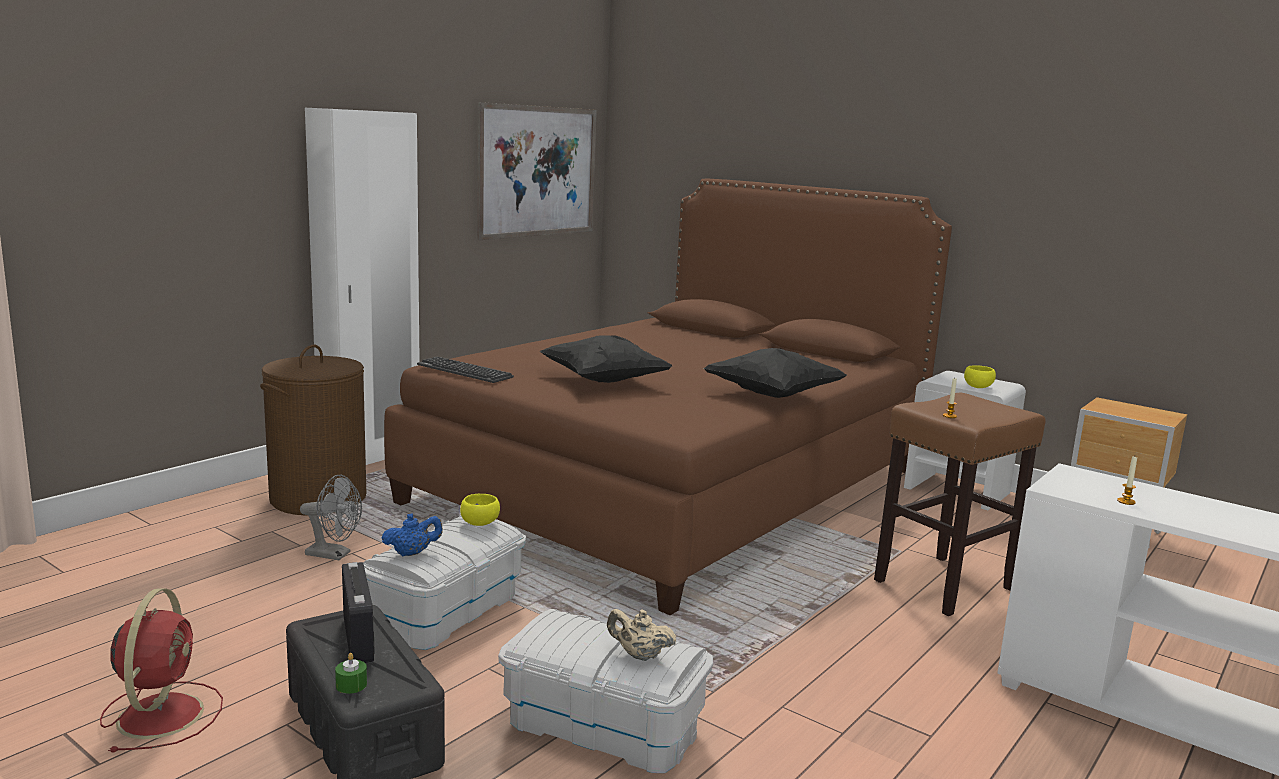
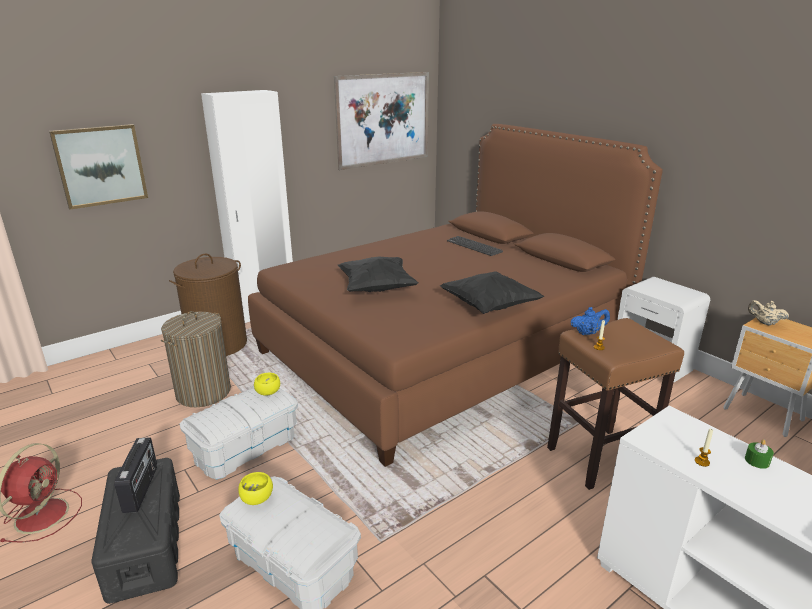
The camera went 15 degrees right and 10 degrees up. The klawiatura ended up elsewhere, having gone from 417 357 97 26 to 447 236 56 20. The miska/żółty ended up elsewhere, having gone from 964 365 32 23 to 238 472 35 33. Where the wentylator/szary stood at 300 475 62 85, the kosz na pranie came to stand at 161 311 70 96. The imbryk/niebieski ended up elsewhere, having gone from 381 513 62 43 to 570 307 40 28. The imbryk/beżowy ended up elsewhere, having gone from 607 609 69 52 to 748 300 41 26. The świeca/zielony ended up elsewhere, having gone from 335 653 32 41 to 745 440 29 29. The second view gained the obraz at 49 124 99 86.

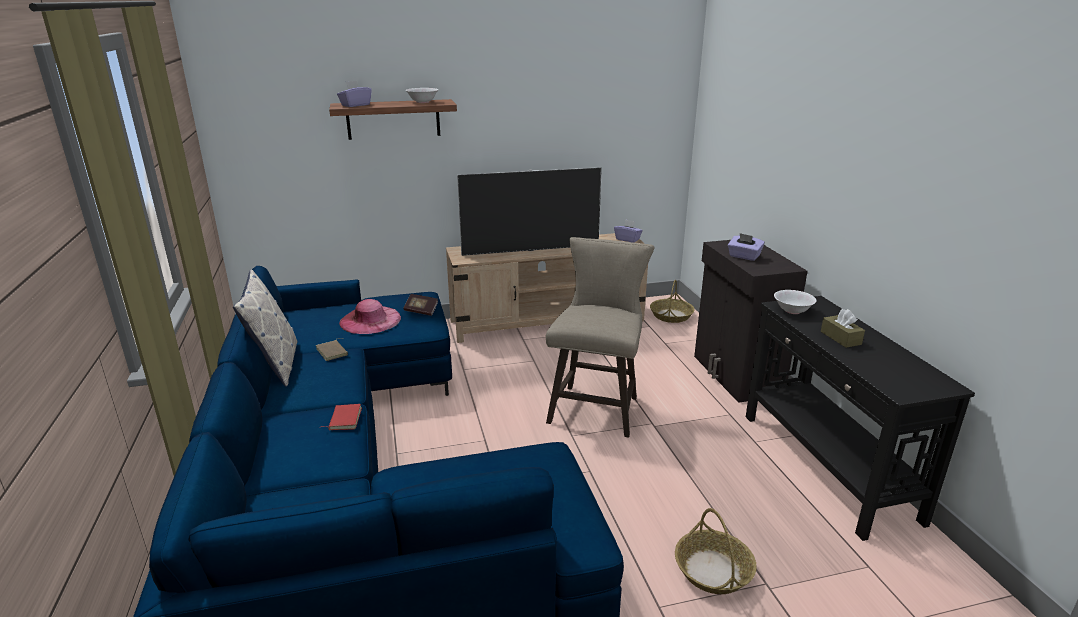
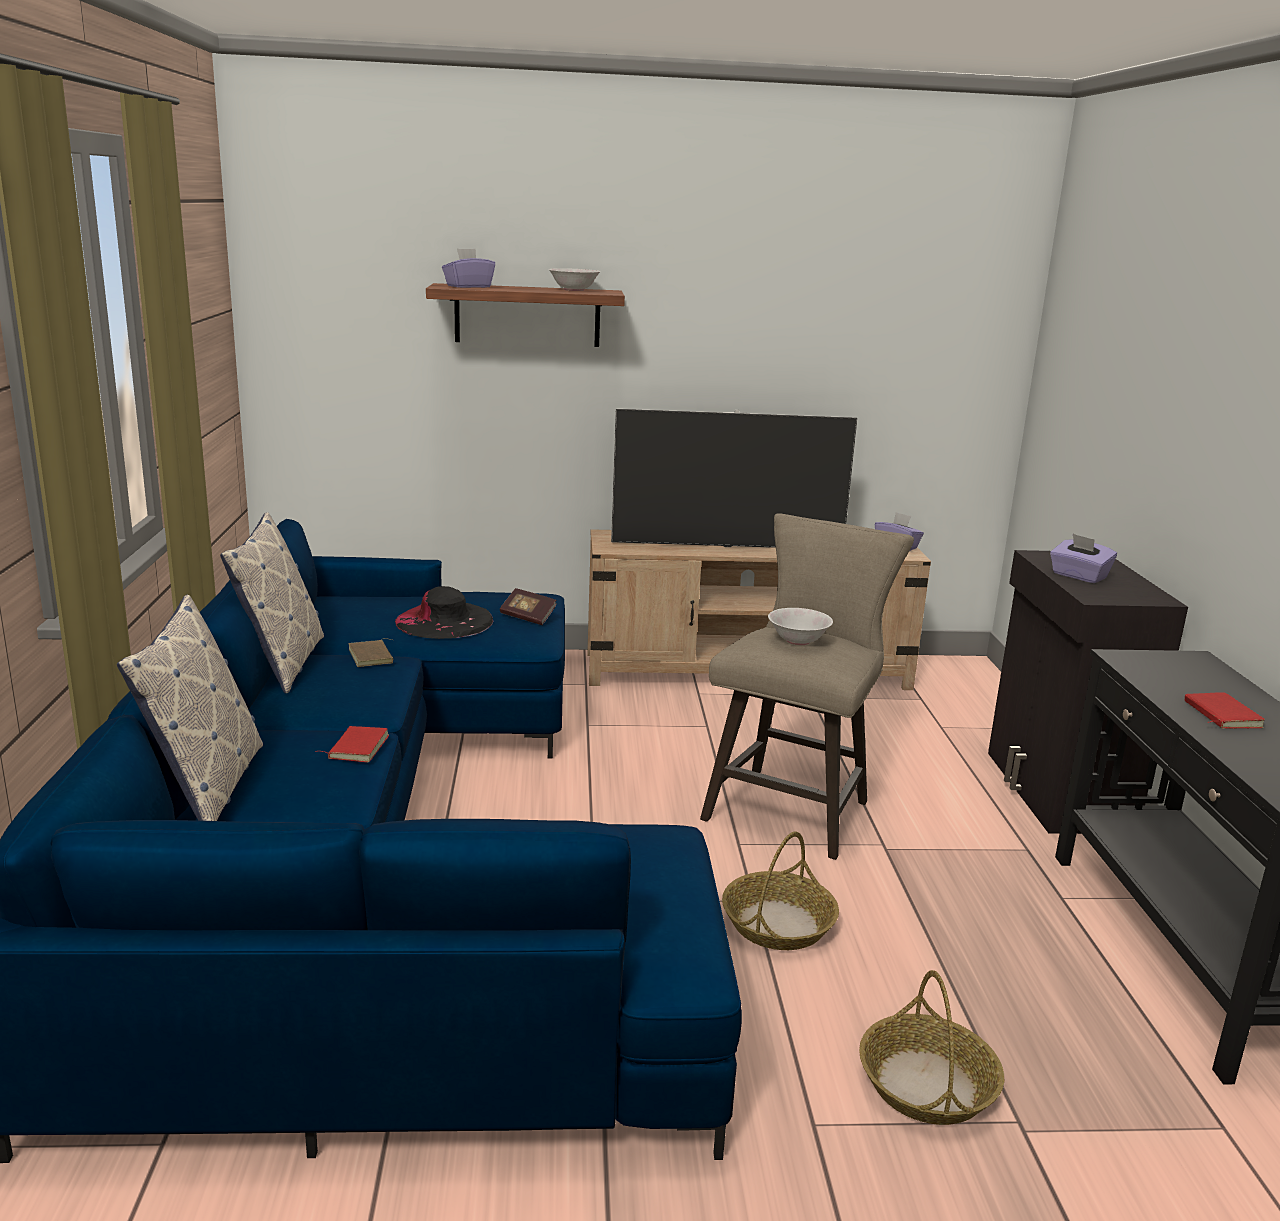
The camera went 10 degrees right and 5 degrees down. The koszyk ended up elsewhere, having gone from 650 280 45 43 to 722 832 117 118. The miska/biały ended up elsewhere, having gone from 774 290 42 24 to 768 608 65 37. What was the kapelusz/różowy at 339 299 62 35 turned into the kapelusz/czarny at 395 586 98 53. Where the pudełko chusteczek/brązowy stood at 821 309 44 39, the książka/czerwony came to stand at 1185 692 80 37. The second view gained the poduszka at 117 595 146 226.

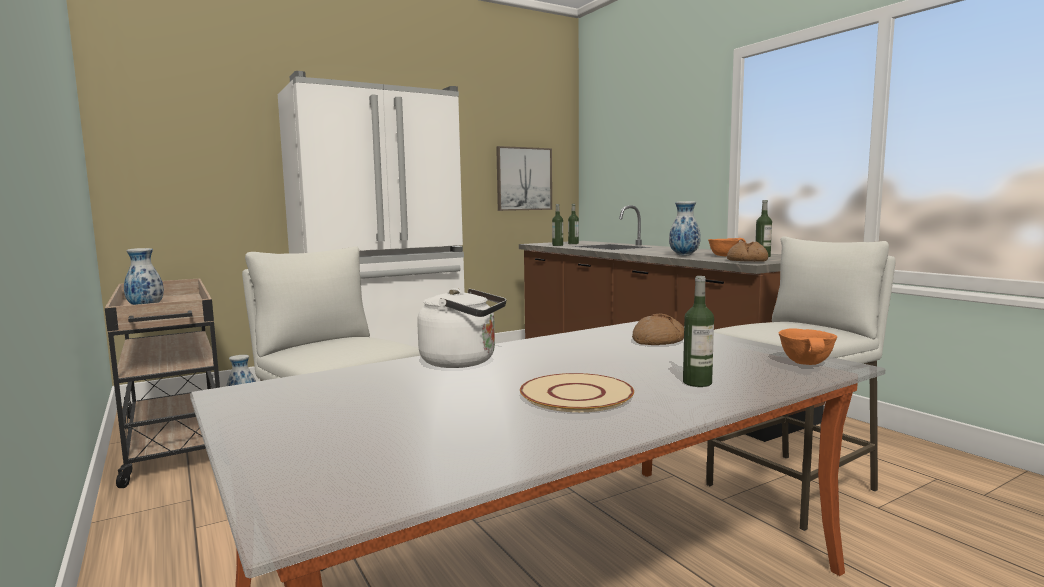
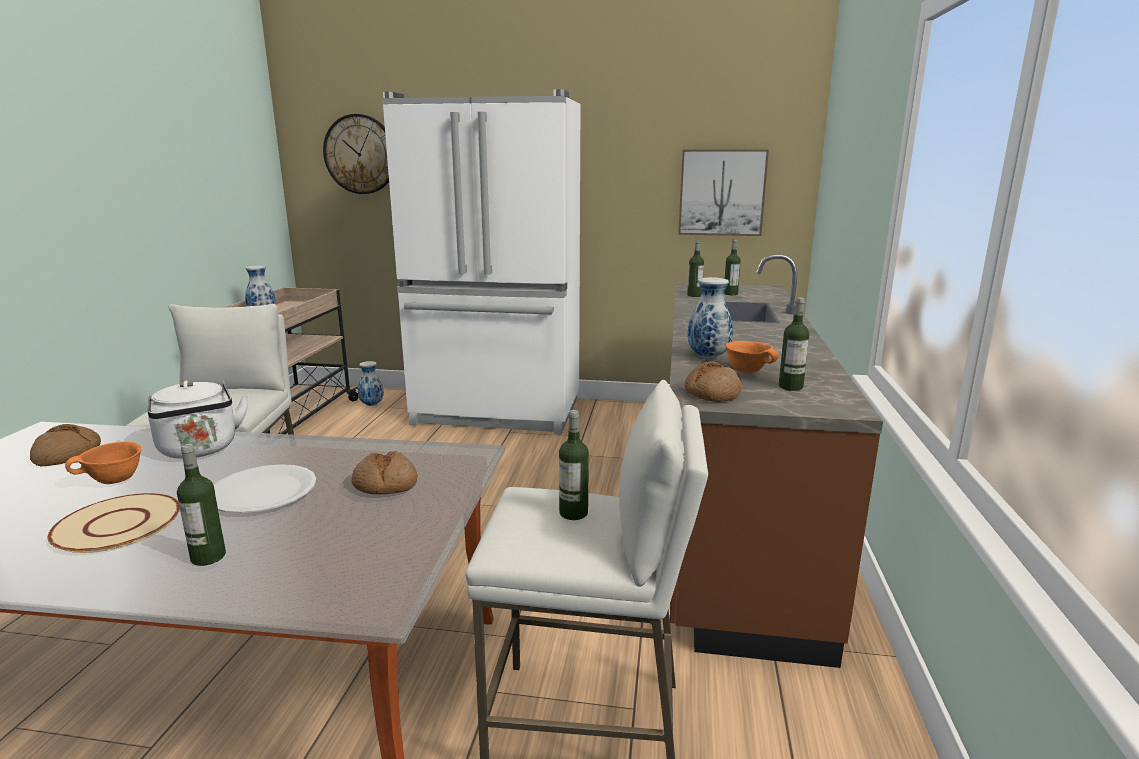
The camera went 40 degrees right and 10 degrees up. The miska/pomarańczowy ended up elsewhere, having gone from 779 329 58 36 to 65 442 76 42. The second view gained the zegar ścienny at 323 114 66 80. The second view gained the butelka at 559 410 30 110. The second view gained the chleb at 30 424 71 42. The second view gained the talerz/biały at 214 464 103 49.

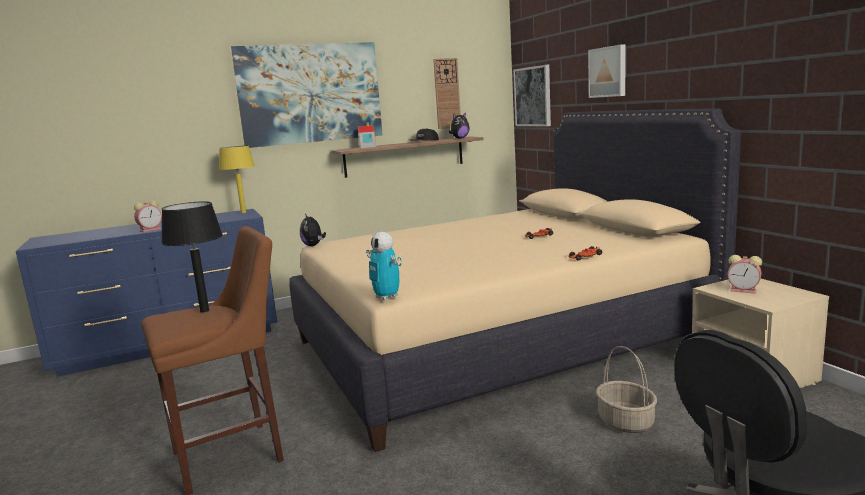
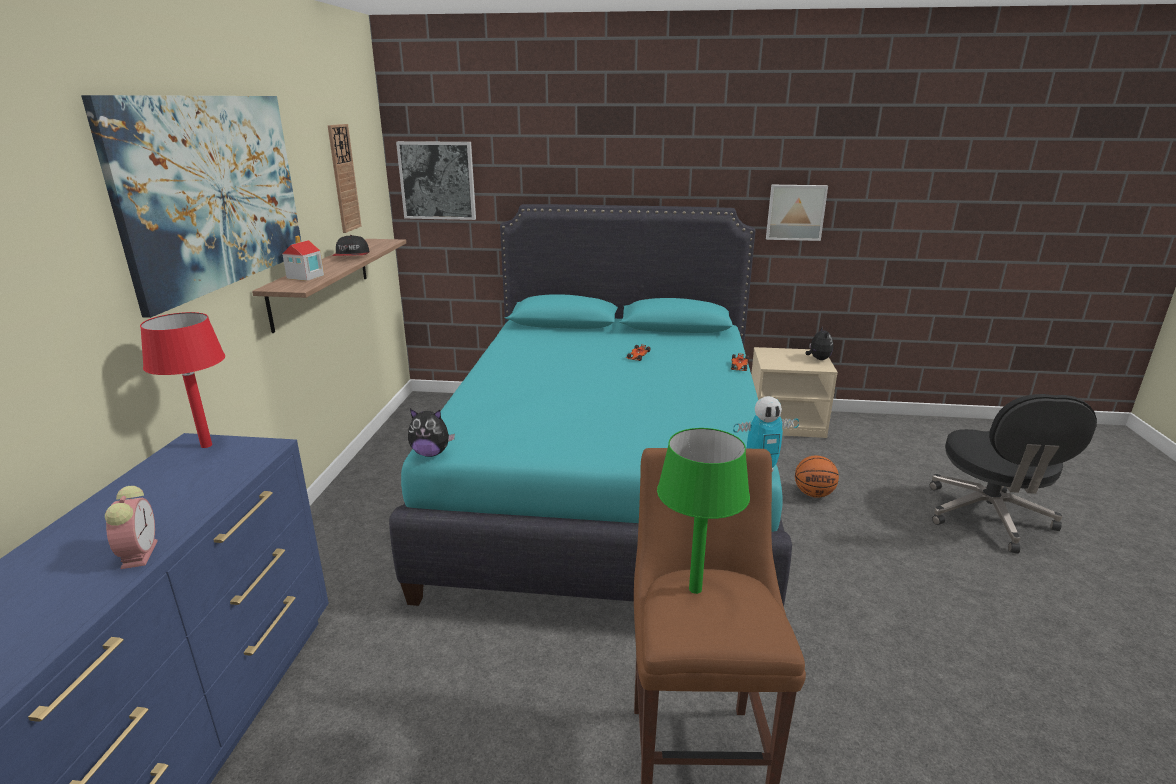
The camera went 60 degrees left and 10 degrees up. The obraz ended up elsewhere, having gone from 588 44 38 54 to 766 185 62 56. What was the łóżko/beżowy at 289 109 452 343 turned into the łóżko/turkusowy at 389 204 403 402. The pluszak ended up elsewhere, having gone from 449 113 20 26 to 806 326 27 34. What was the lampa stołowa/żółty at 219 145 36 68 turned into the lampa stołowa/czerwony at 140 312 85 136. What was the lampa stołowa/czarny at 161 201 62 111 turned into the lampa stołowa/zielony at 657 428 93 166. The second view lost the budzik at 728 255 34 39. Where the koszyk stood at 596 346 61 87, the piłka do koszykówki came to stand at 795 455 44 43.

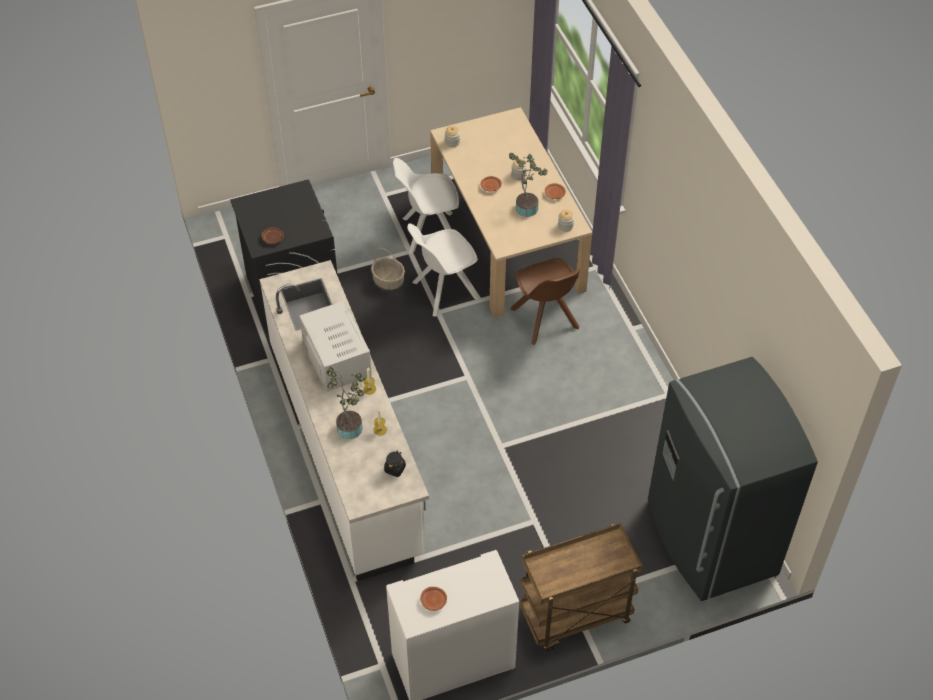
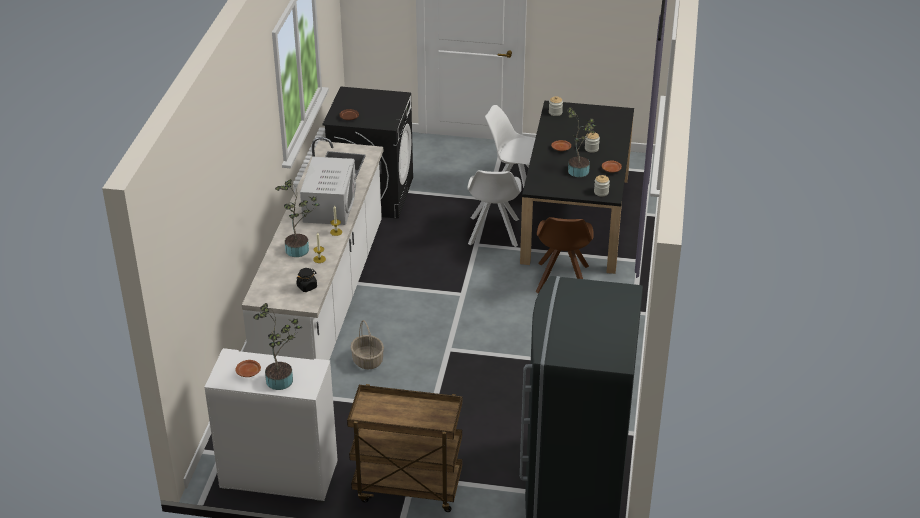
The camera went 30 degrees right and 15 degrees down. What was the stół jadalny/beżowy at 430 107 162 211 turned into the stół jadalny/czarny at 520 101 114 173. The krzesło/biały at 407 224 74 93 ended up facing another way, 90 degrees counterclockwise from before. The koszyk ended up elsewhere, having gone from 371 248 34 42 to 350 320 34 49. The second view gained the roślina doniczkowa at 253 303 49 87.

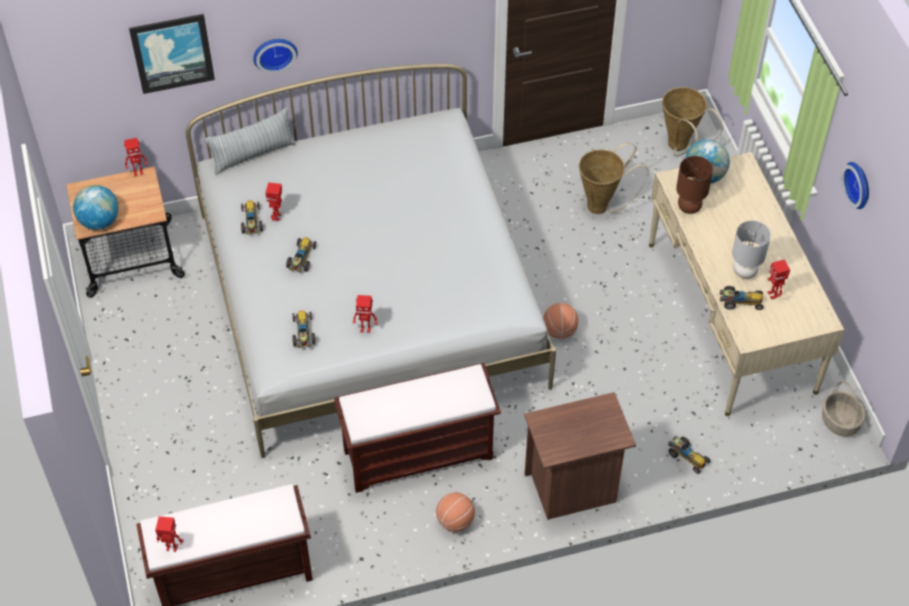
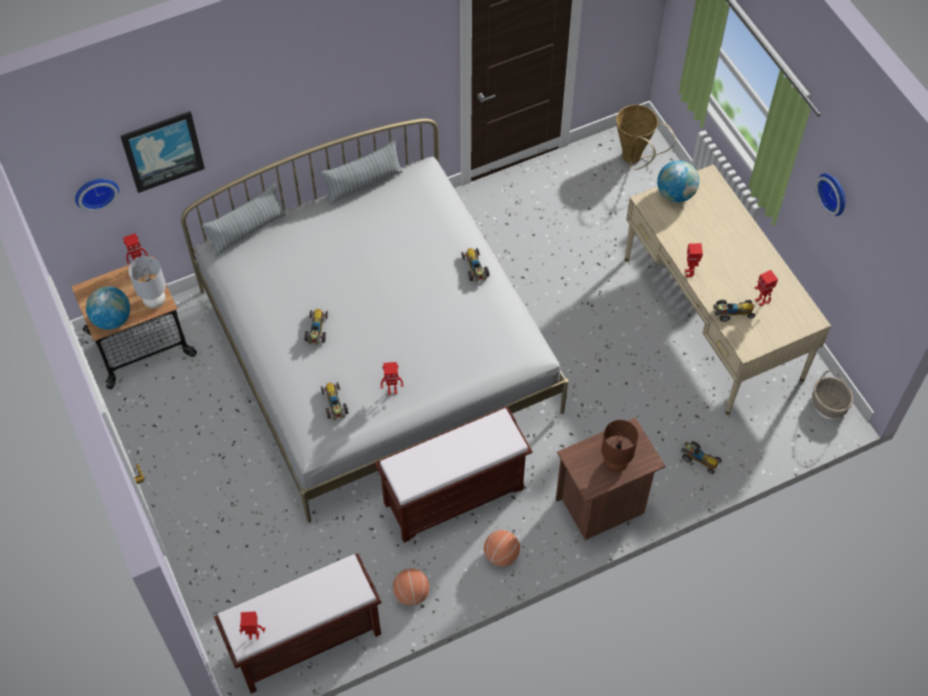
The camera went 10 degrees left and 5 degrees up. The zegar ścienny ended up elsewhere, having gone from 253 39 45 35 to 75 179 44 33. The second view lost the koszyk at 579 143 70 71. The lampa stołowa/brązowy ended up elsewhere, having gone from 676 156 37 58 to 601 420 37 52. The robot zabawkowy ended up elsewhere, having gone from 265 182 17 39 to 685 243 18 34. The samochodzik ended up elsewhere, having gone from 241 200 22 35 to 461 248 29 34. The lampa stołowa/szary ended up elsewhere, having gone from 732 220 39 59 to 129 256 37 53. The piłka do koszykówki ended up elsewhere, having gone from 544 303 34 36 to 393 568 36 38. The second view gained the poduszka at 320 139 83 66.

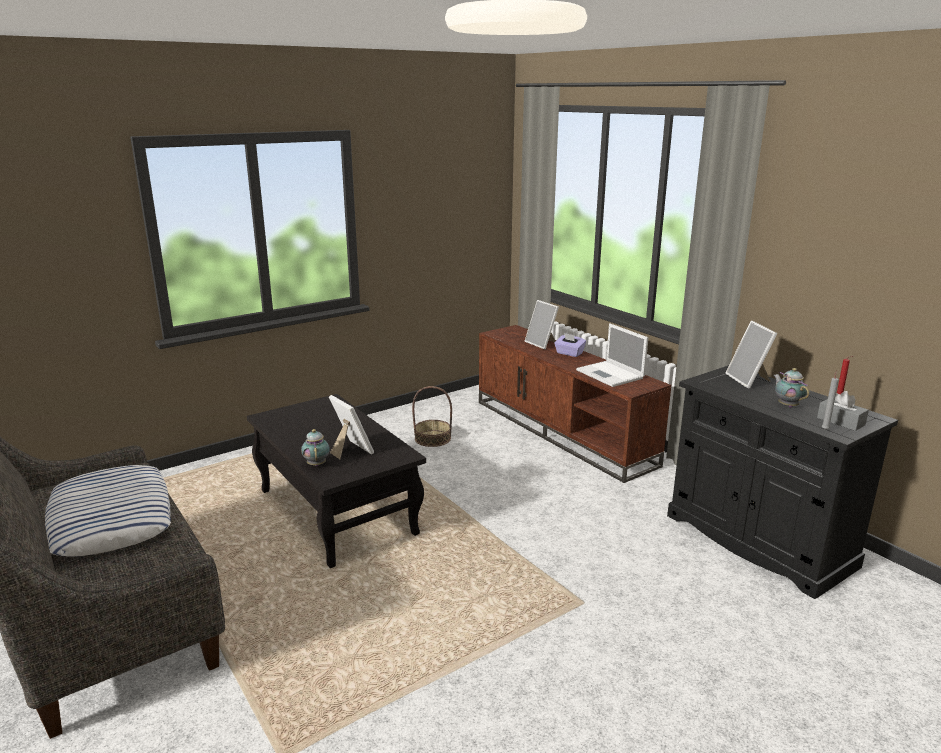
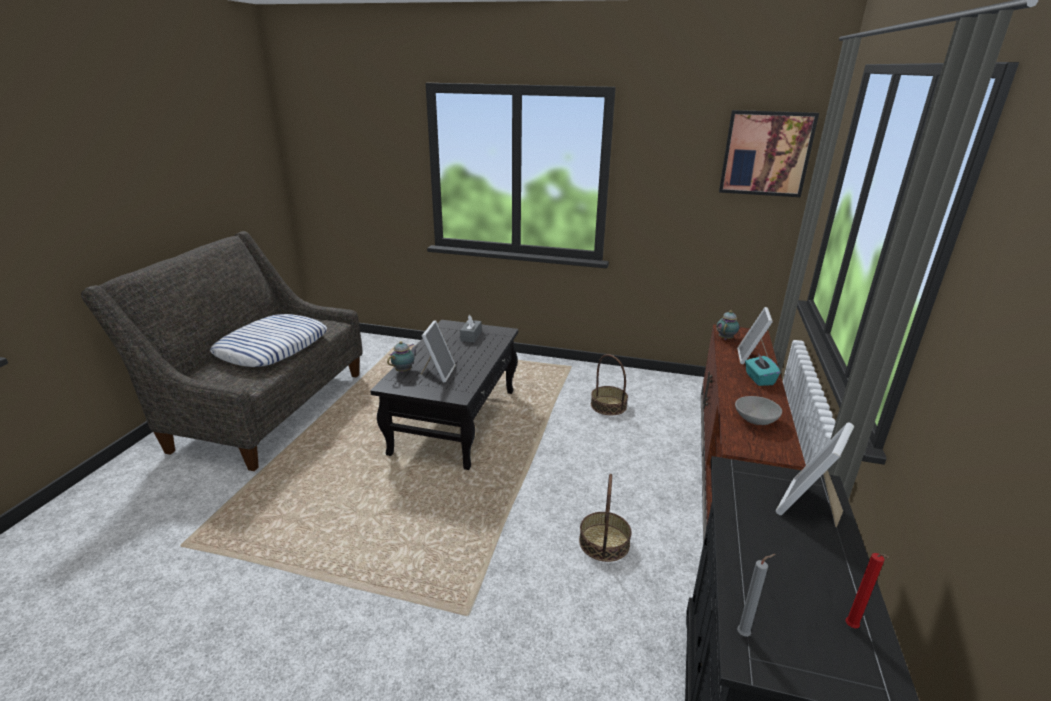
The camera went 50 degrees right and 5 degrees up. Where the laptop stood at 576 323 72 64, the miska/szary came to stand at 735 396 47 29. What was the pudełko chusteczek/fioletowy at 554 333 32 24 turned into the pudełko chusteczek/turkusowy at 745 353 35 33. The imbryk ended up elsewhere, having gone from 774 368 35 40 to 716 310 23 30. The pudełko chusteczek/szary ended up elsewhere, having gone from 817 391 52 40 to 460 315 22 27. The second view gained the obraz at 719 110 100 87. The second view gained the koszyk at 579 474 53 88.

